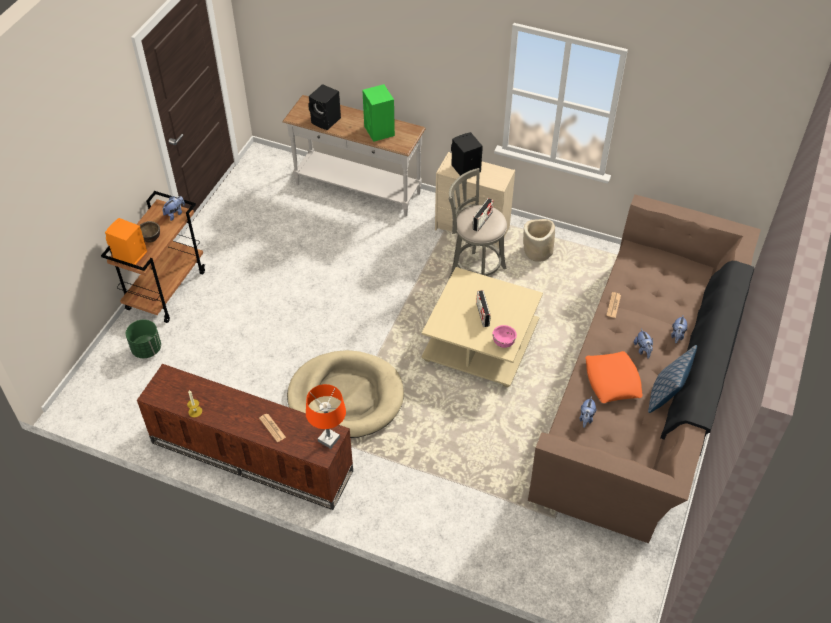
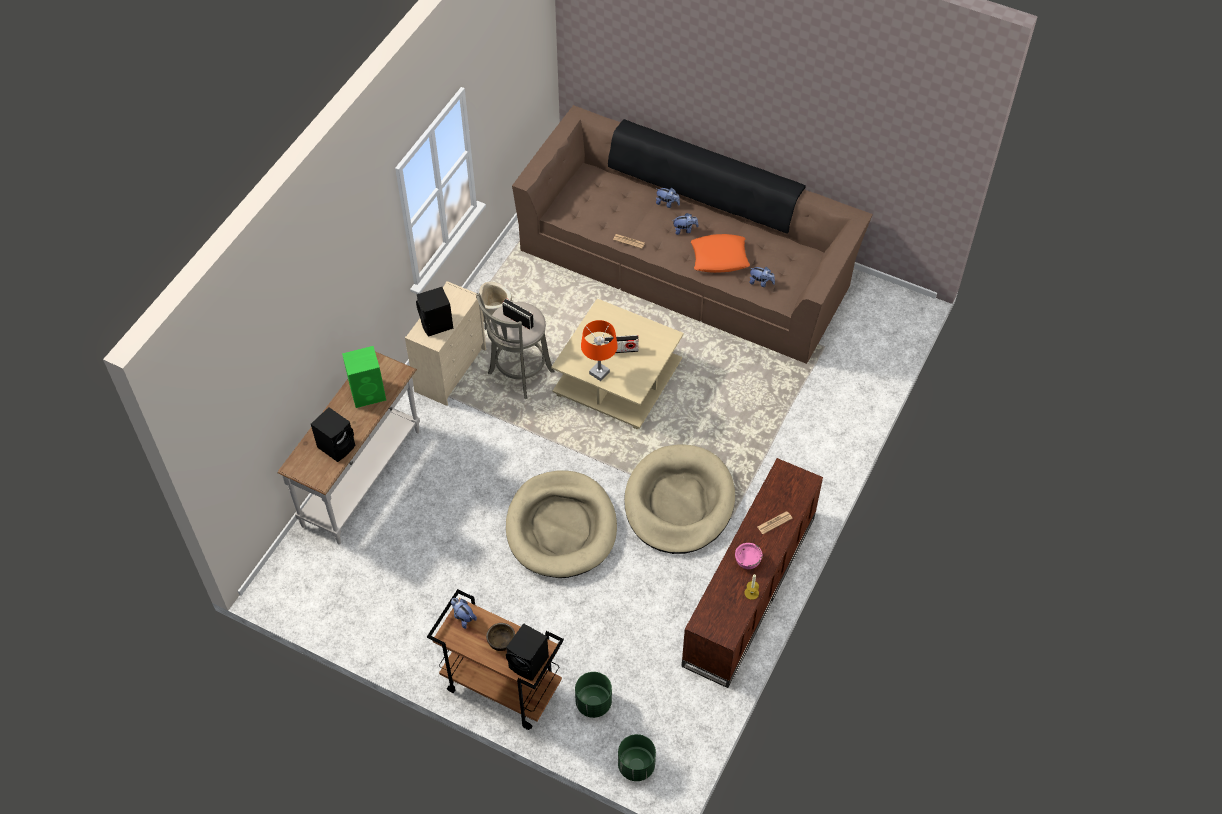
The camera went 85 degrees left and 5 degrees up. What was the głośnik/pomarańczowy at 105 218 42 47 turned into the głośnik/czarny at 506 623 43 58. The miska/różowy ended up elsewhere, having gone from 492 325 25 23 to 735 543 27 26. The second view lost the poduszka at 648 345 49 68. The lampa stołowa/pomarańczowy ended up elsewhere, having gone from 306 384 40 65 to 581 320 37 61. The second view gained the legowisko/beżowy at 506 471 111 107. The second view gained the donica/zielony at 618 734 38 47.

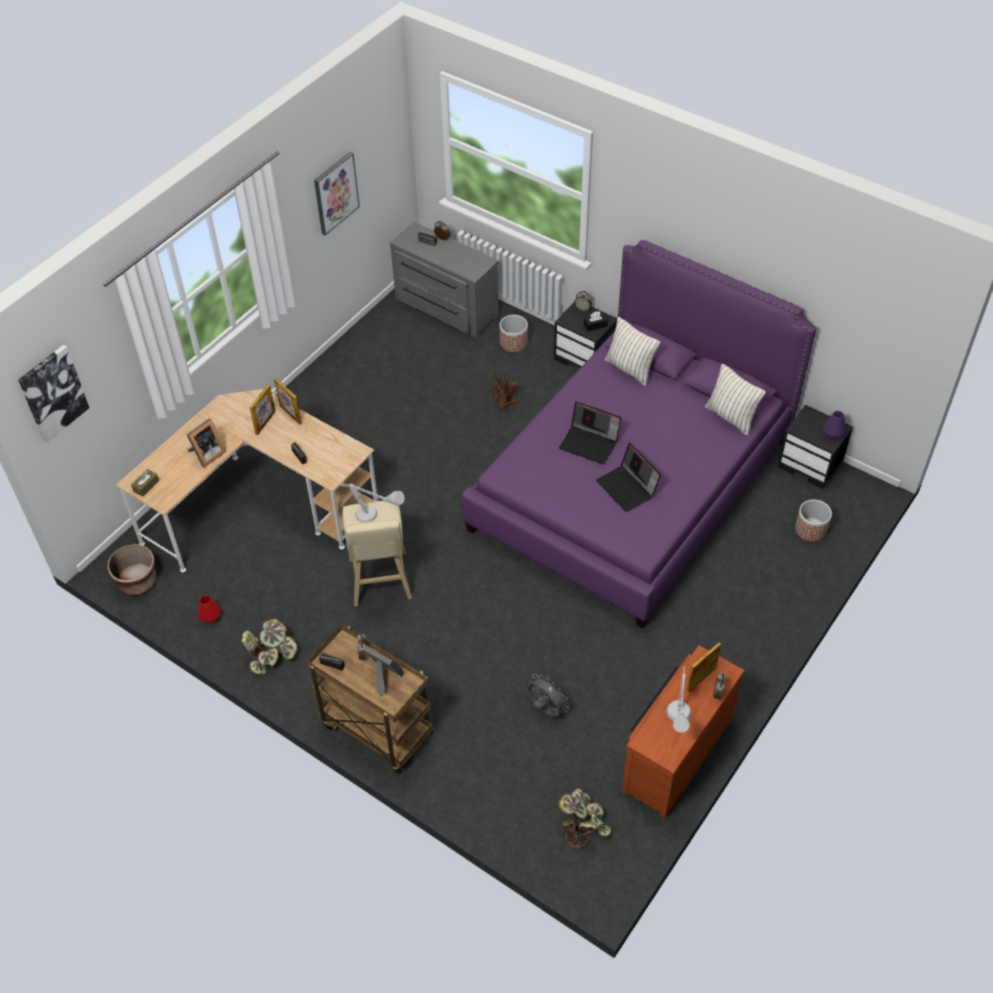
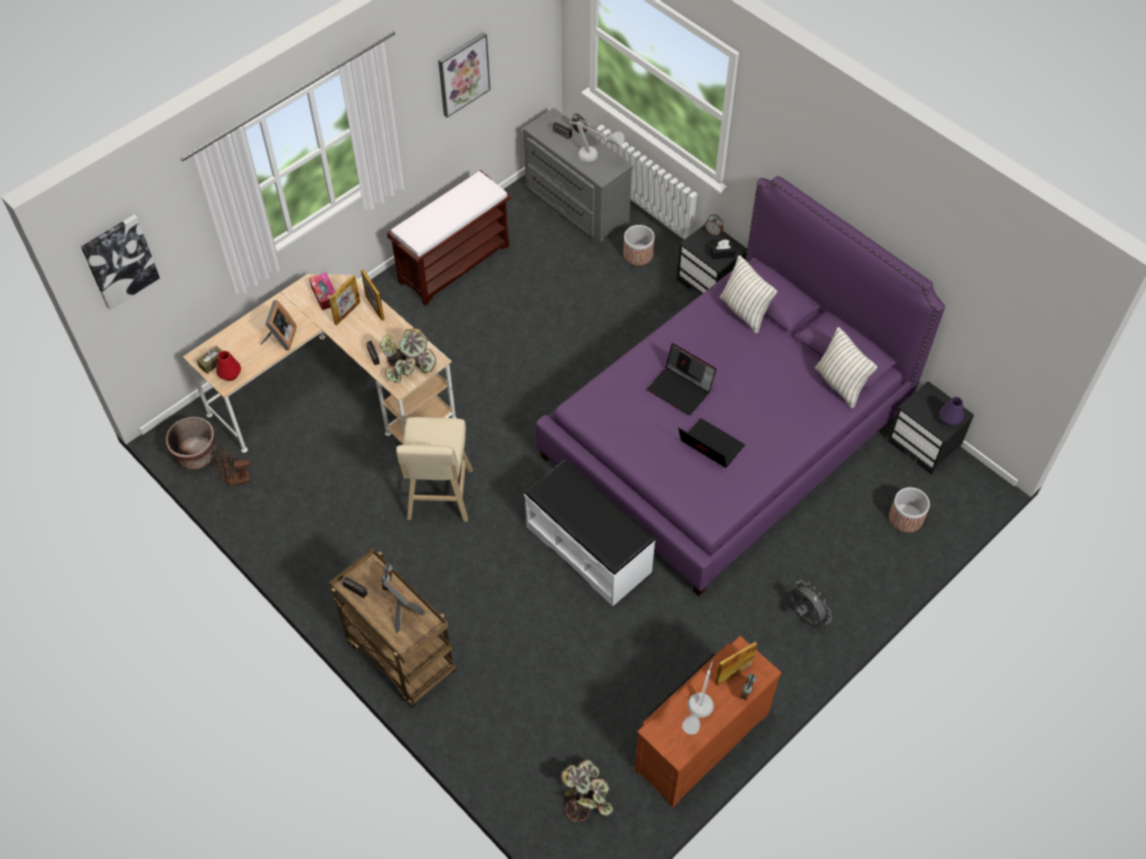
The camera went 10 degrees right and 5 degrees up. The wentylator/brązowy ended up elsewhere, having gone from 490 372 29 37 to 216 448 35 39. The ramka na zdjęcie at 186 418 41 50 ended up facing another way, 45 degrees counterclockwise from before. The laptop at 596 443 65 69 ended up facing another way, 150 degrees clockwise from before. The lampa stołowa/szary ended up elsewhere, having gone from 340 484 65 39 to 569 121 55 41. The wazon/czerwony ended up elsewhere, having gone from 198 595 23 28 to 216 351 25 30. The roślina doniczkowa ended up elsewhere, having gone from 241 618 57 56 to 380 328 56 55. The wentylator/szary ended up elsewhere, having gone from 526 674 43 43 to 790 580 42 47. The second view gained the ławka/brązowy at 387 170 124 136. The second view gained the pudełko chusteczek at 309 273 26 37. The second view gained the ławka/biały at 524 460 131 146.

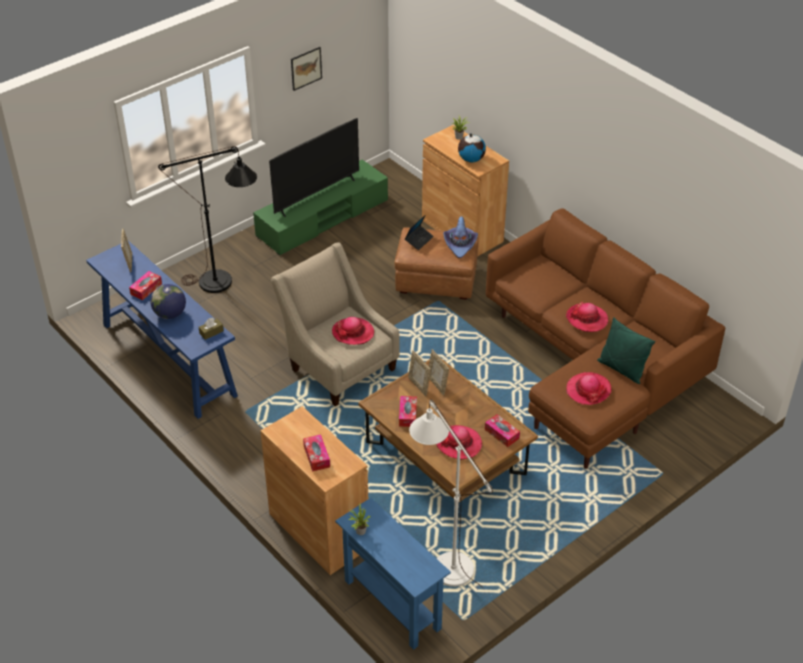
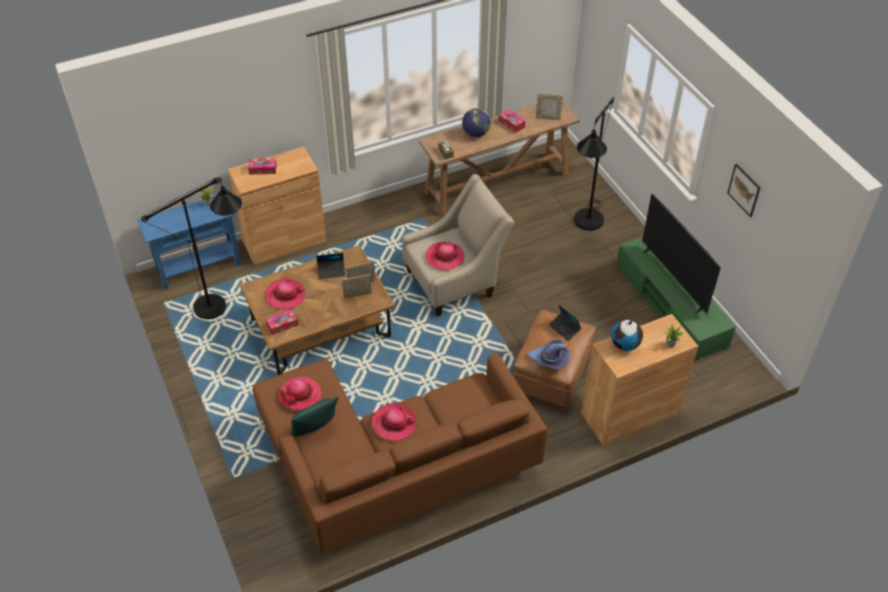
The camera went 105 degrees right and 5 degrees up. What was the stolik konsolowy/niebieski at 86 241 152 178 turned into the stolik konsolowy/brązowy at 419 101 161 116. Where the pudełko chusteczek stood at 399 396 18 31, the laptop came to stand at 316 253 30 26. What was the lampa stojąca/biały at 409 400 84 200 turned into the lampa stojąca/czarny at 141 177 101 143.

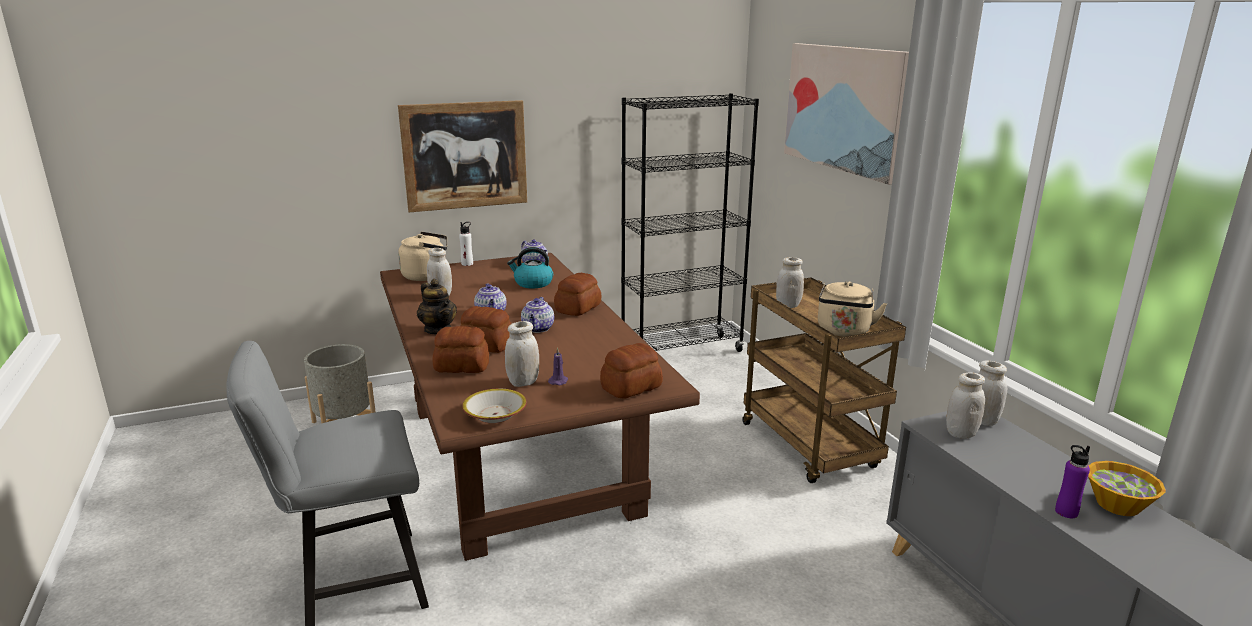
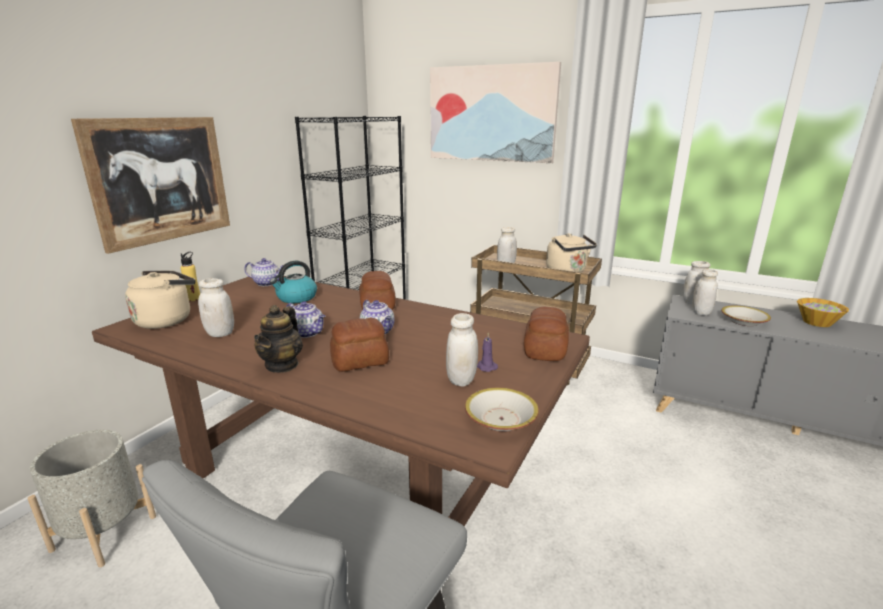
The camera went 40 degrees left and 0 degrees up. What was the butelka/biały at 459 222 14 44 turned into the butelka/żółty at 180 252 20 49. The imbryk at 417 279 40 56 ended up facing another way, 90 degrees clockwise from before. The second view lost the chleb at 433 326 56 47. The second view lost the butelka/fioletowy at 1055 445 35 73. The second view gained the miska at 721 306 50 20.

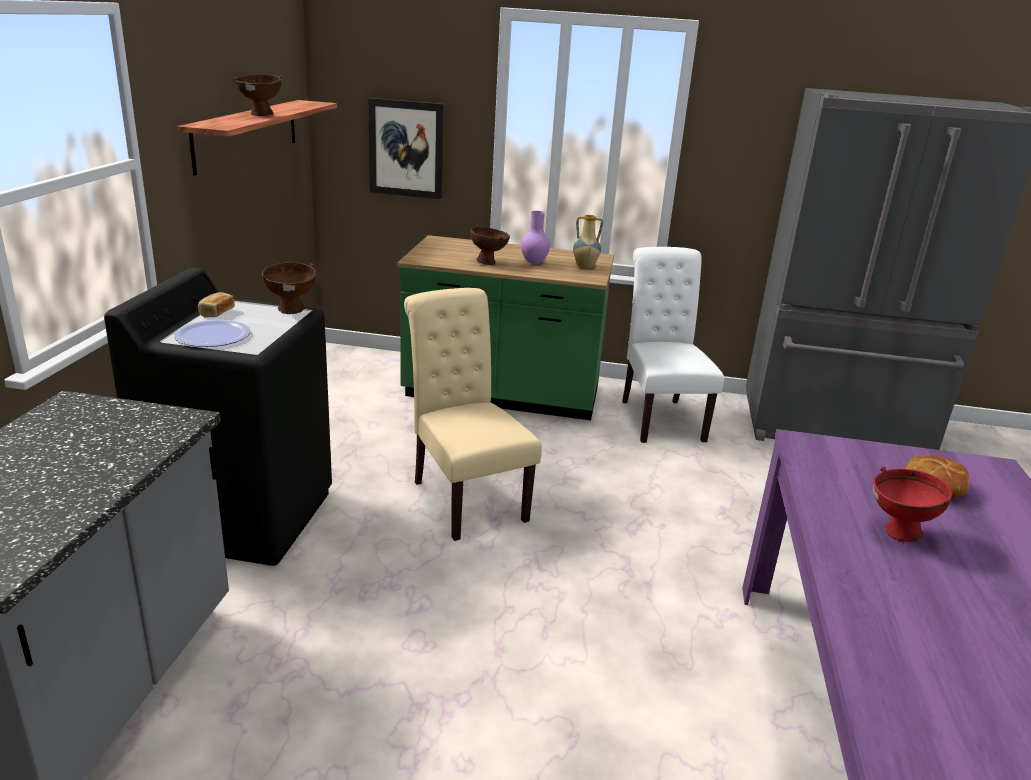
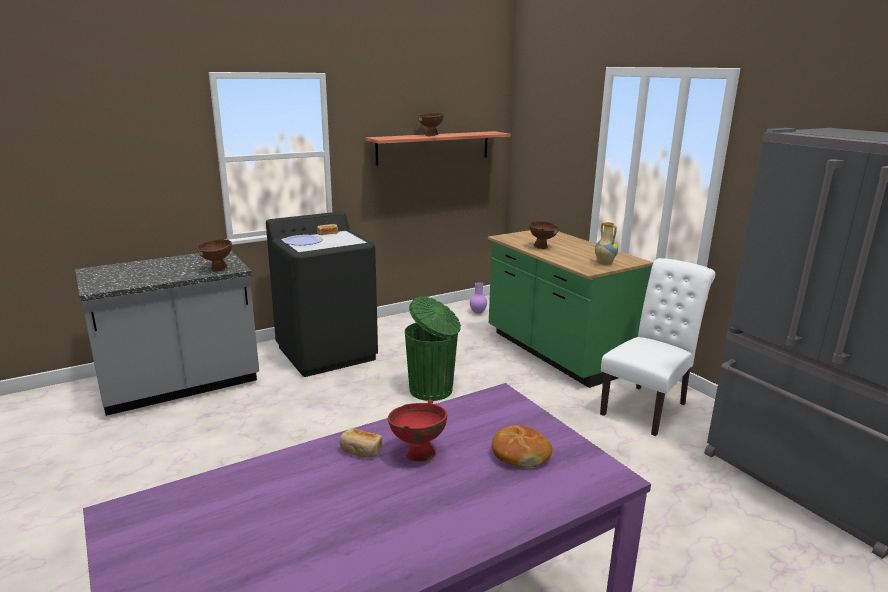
The camera went 50 degrees right and 5 degrees down. The second view lost the obraz at 368 98 76 101. The wazon/fioletowy ended up elsewhere, having gone from 521 211 29 54 to 470 282 17 32. The miska/brązowy ended up elsewhere, having gone from 262 262 54 52 to 197 239 35 32. Where the krzesło/beżowy stood at 404 288 138 253, the kosz na śmieci/zielony came to stand at 405 296 56 105. The second view gained the chleb at 339 428 43 29.

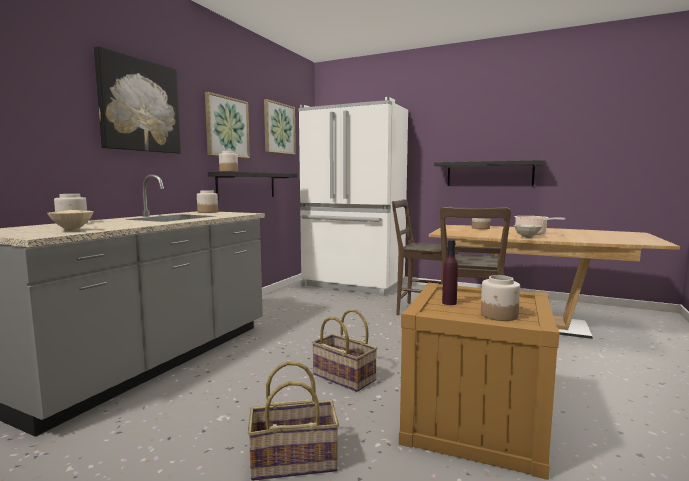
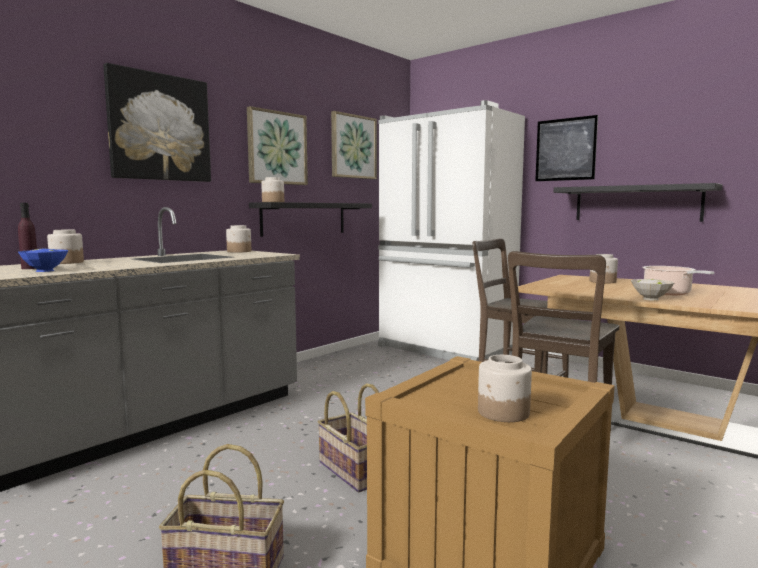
The camera went 15 degrees right and 0 degrees up. What was the miska/beżowy at 47 210 47 21 turned into the miska/niebieski at 18 249 50 23. The butelka/fioletowy ended up elsewhere, having gone from 442 240 16 65 to 18 203 19 66. The second view gained the obraz at 535 115 63 66.

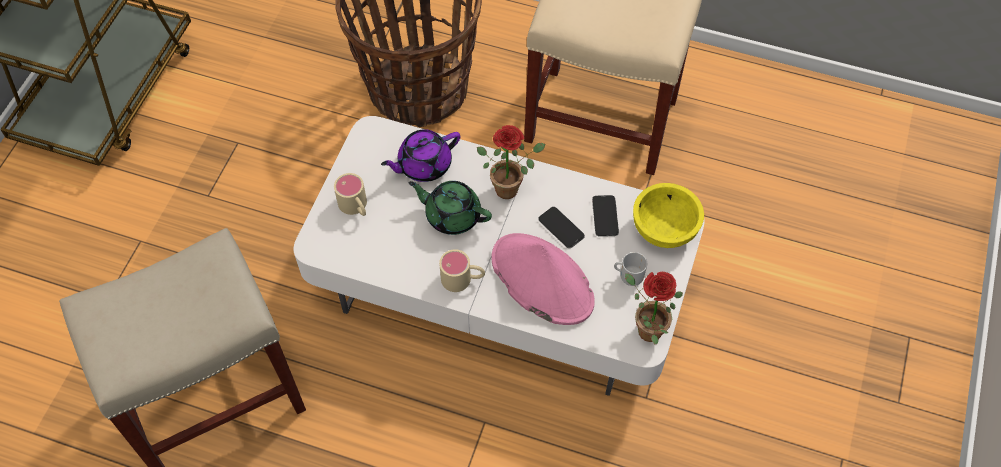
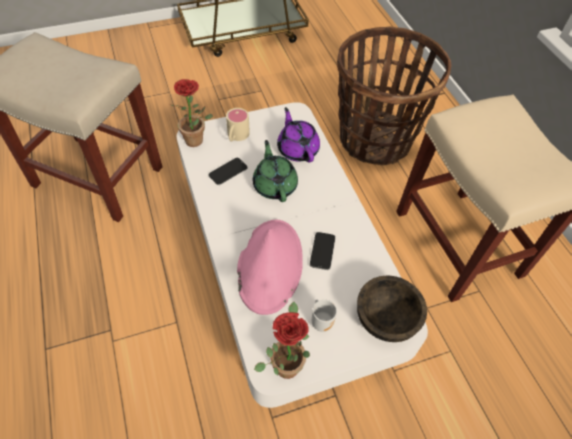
The camera went 50 degrees right and 5 degrees down. The roślina doniczkowa ended up elsewhere, having gone from 477 125 68 74 to 171 79 42 68. The imbryk/fioletowy at 381 129 79 53 ended up facing another way, 45 degrees clockwise from before. What was the miska/żółty at 633 183 71 65 turned into the miska/brązowy at 357 275 70 67. The telefon ended up elsewhere, having gone from 592 195 27 42 to 209 158 39 27. The second view lost the kubek/beżowy at 439 249 46 43.

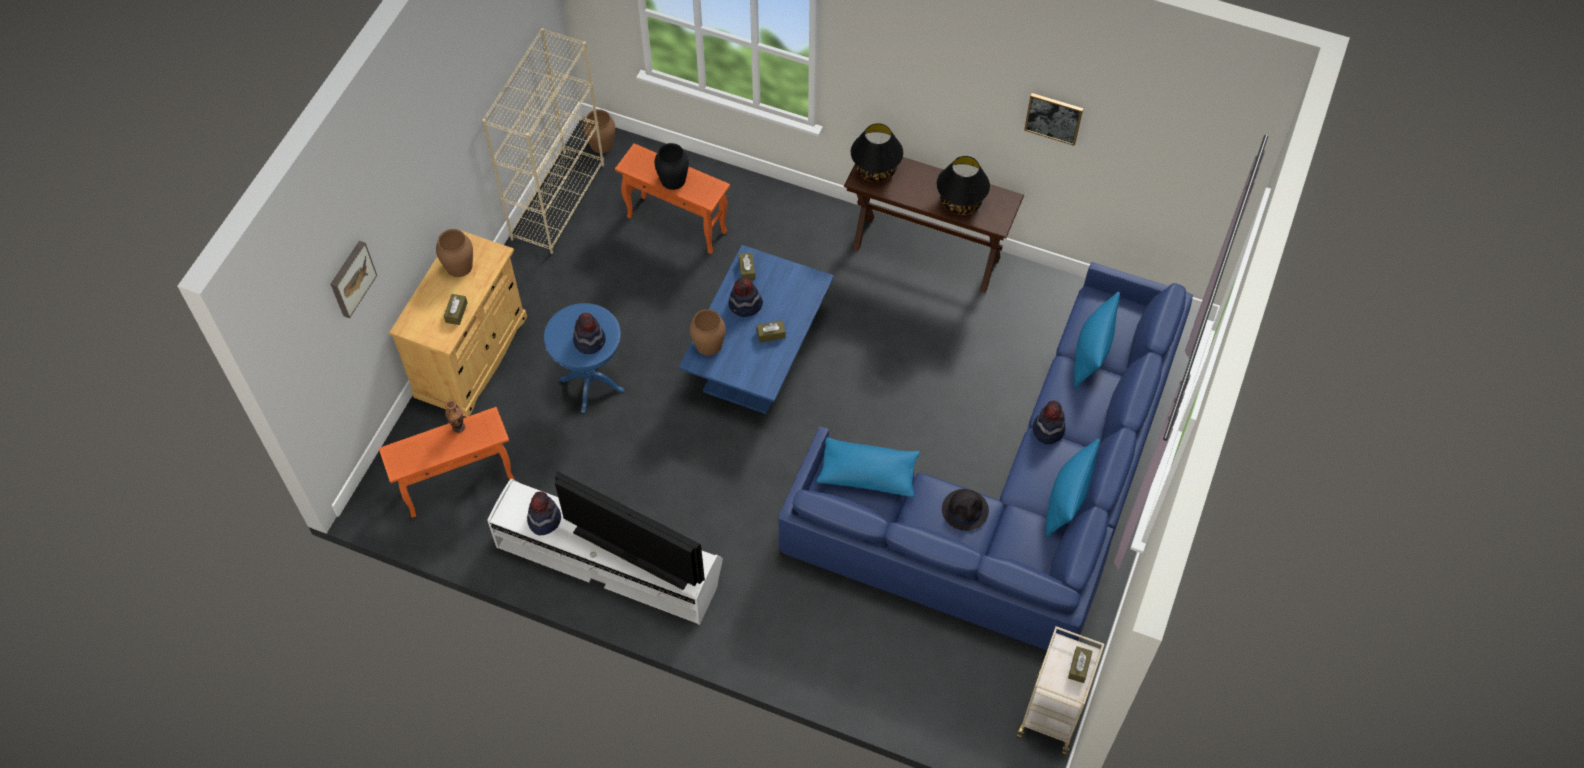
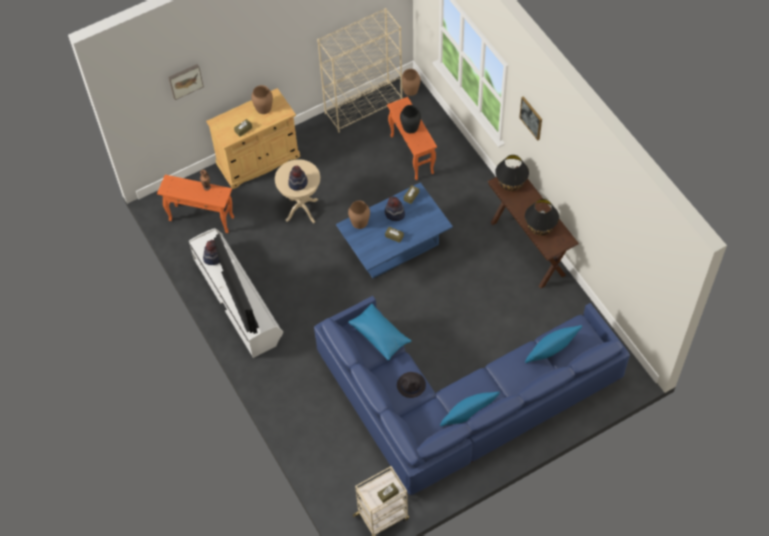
The camera went 40 degrees right and 0 degrees up. The obraz ended up elsewhere, having gone from 1024 93 59 53 to 519 96 23 44. What was the stolik/niebieski at 544 303 81 111 turned into the stolik/beżowy at 275 159 45 64. The second view lost the kapelusz at 1033 401 32 43.

